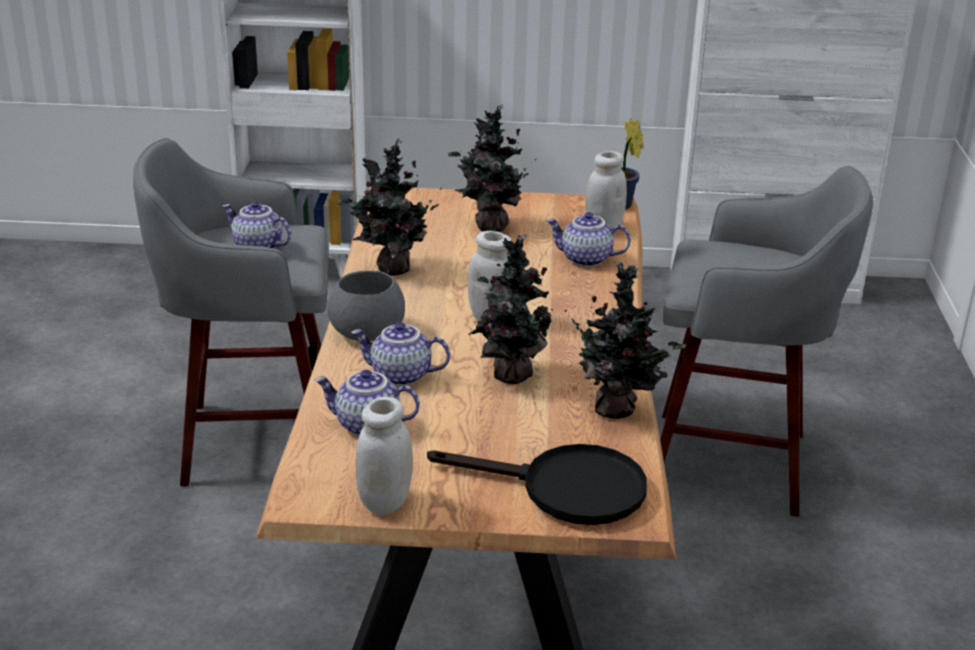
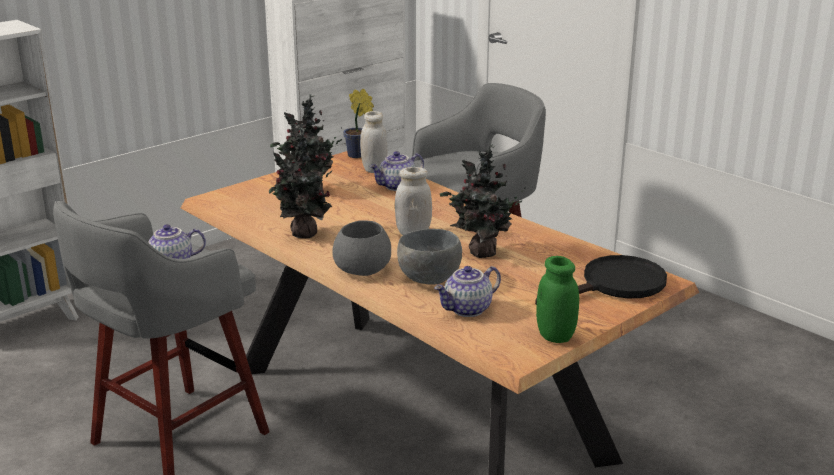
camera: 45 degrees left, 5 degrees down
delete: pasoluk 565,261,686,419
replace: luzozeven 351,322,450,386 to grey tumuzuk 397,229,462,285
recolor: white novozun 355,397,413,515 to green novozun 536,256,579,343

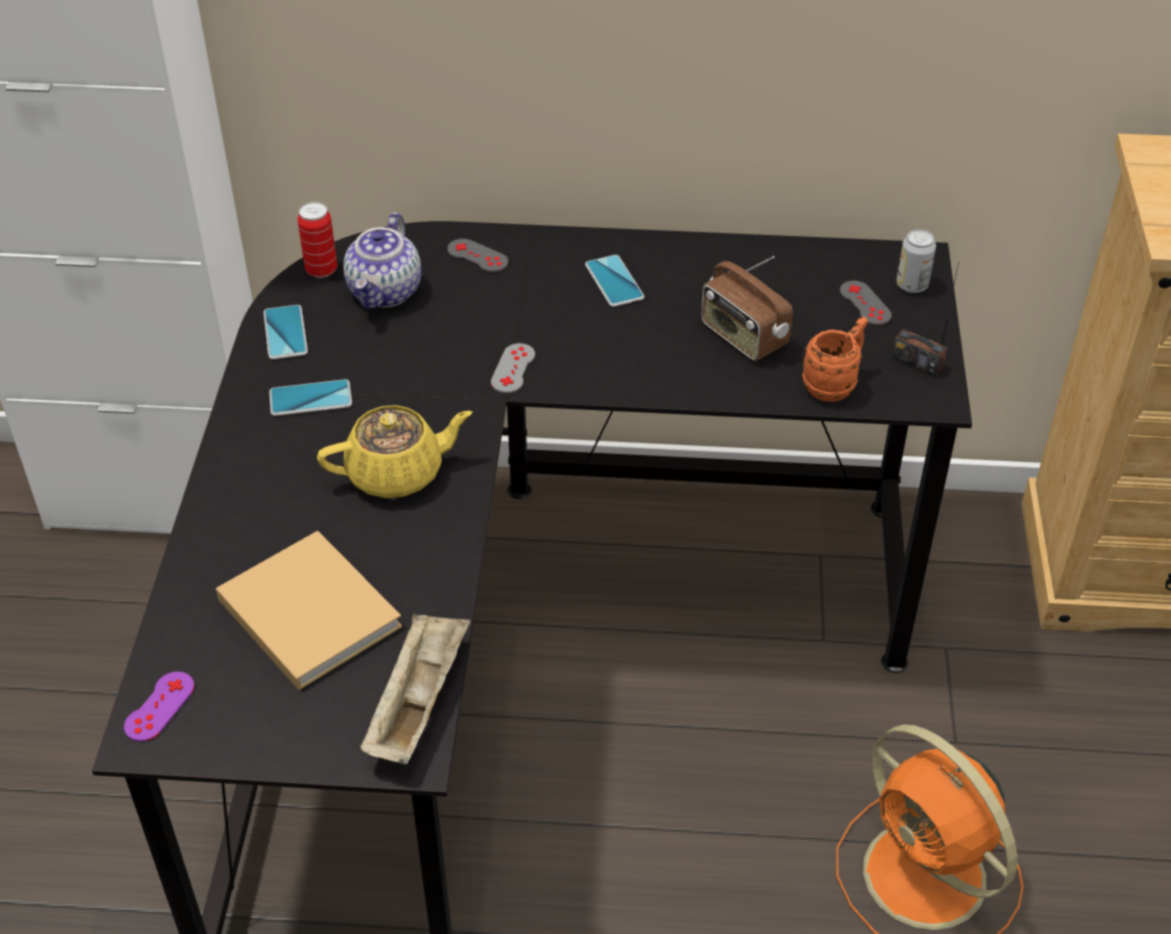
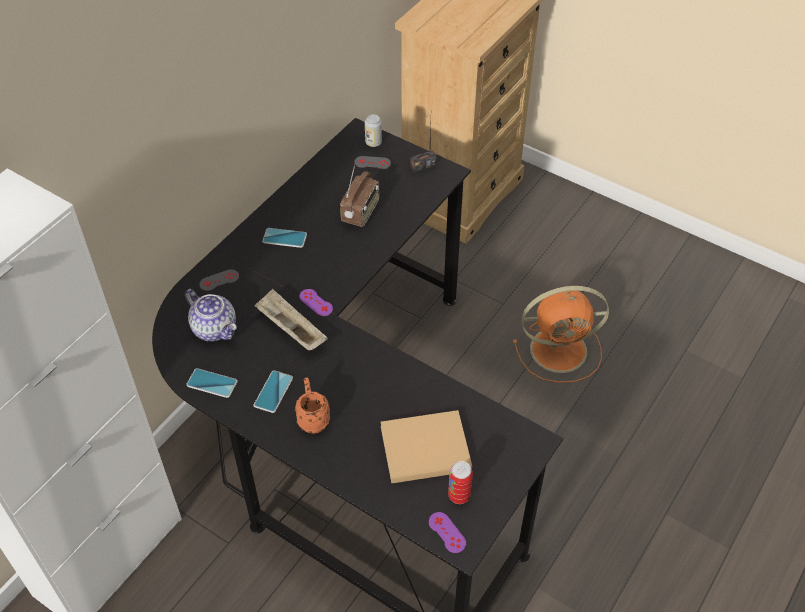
camera: 60 degrees left, 5 degrees up
delete: yellow luzozeven 317,405,472,498
move: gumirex 298,202,337,278 to 448,461,473,504; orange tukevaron 802,317,868,402 to 295,378,330,433; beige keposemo 360,613,470,764 to 255,289,328,350
recolor: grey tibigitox 491,343,535,393 to purple tibigitox 299,289,333,316
rotate: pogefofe 701,256,793,361 = 340,165,379,227 60 degrees counterclockwise

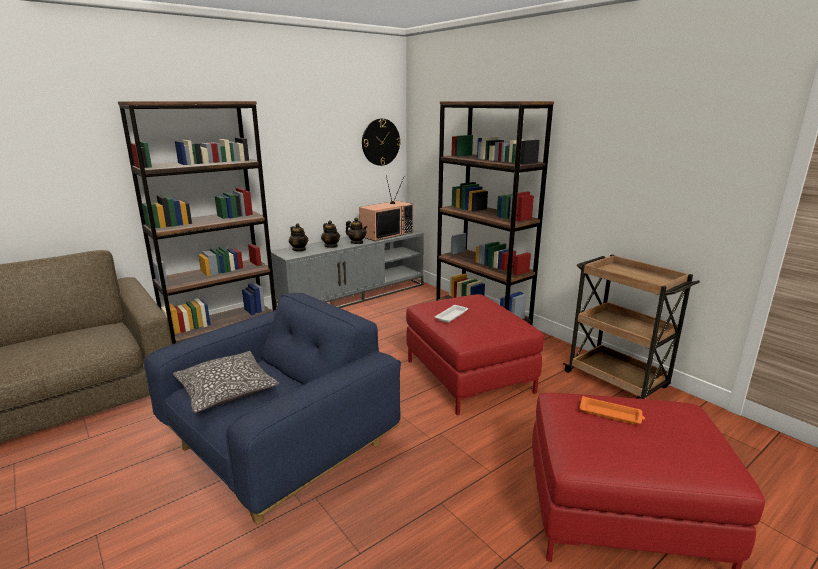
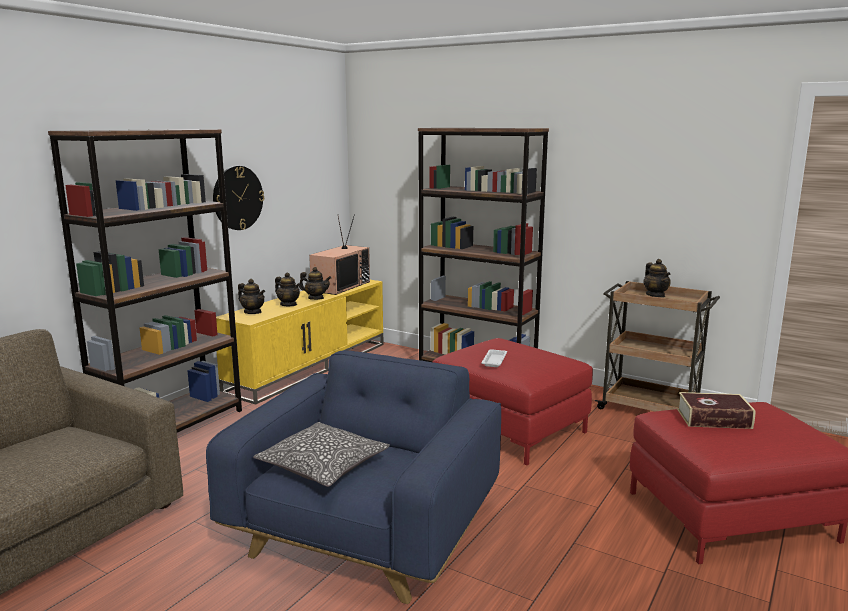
camera: 20 degrees left, 5 degrees down
insert: luzozeven 643,259,671,297
move: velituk 362,119,401,166 to 213,166,264,230
replace: orange keposemo 579,396,645,425 to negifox 677,392,756,429
recolor: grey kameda 271,230,424,308 to yellow kameda 216,280,384,405

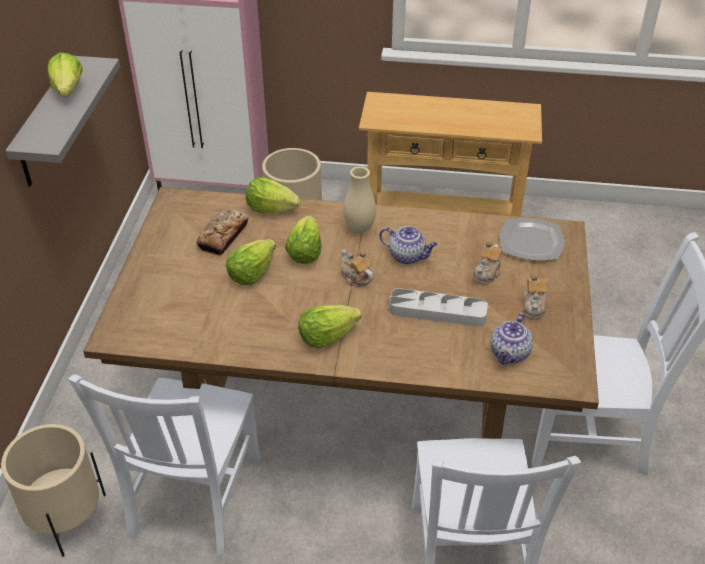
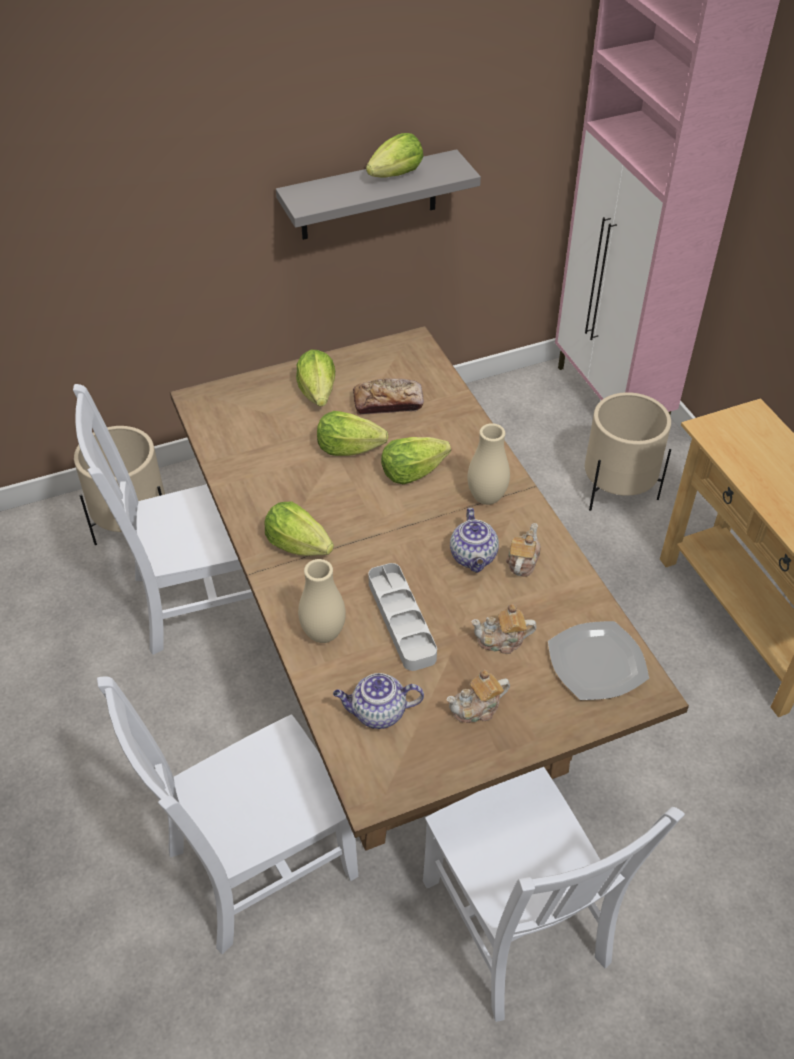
camera: 60 degrees right, 5 degrees up
insert: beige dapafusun 298,559,346,643
move: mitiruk 246,177,301,214 to 296,350,335,406; luzozeven 340,249,374,287 to 506,523,541,577

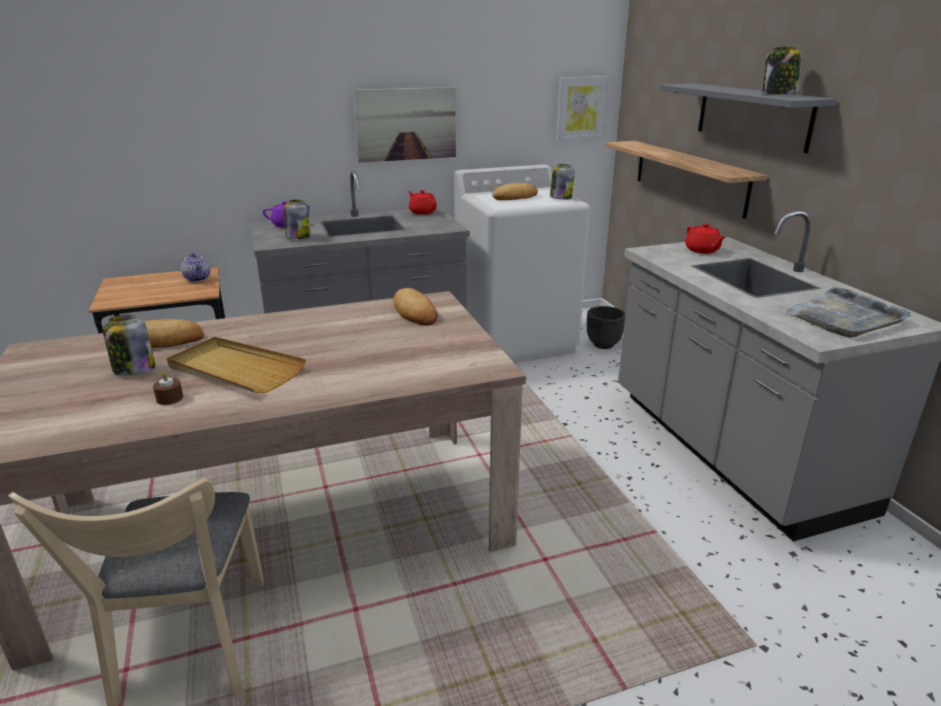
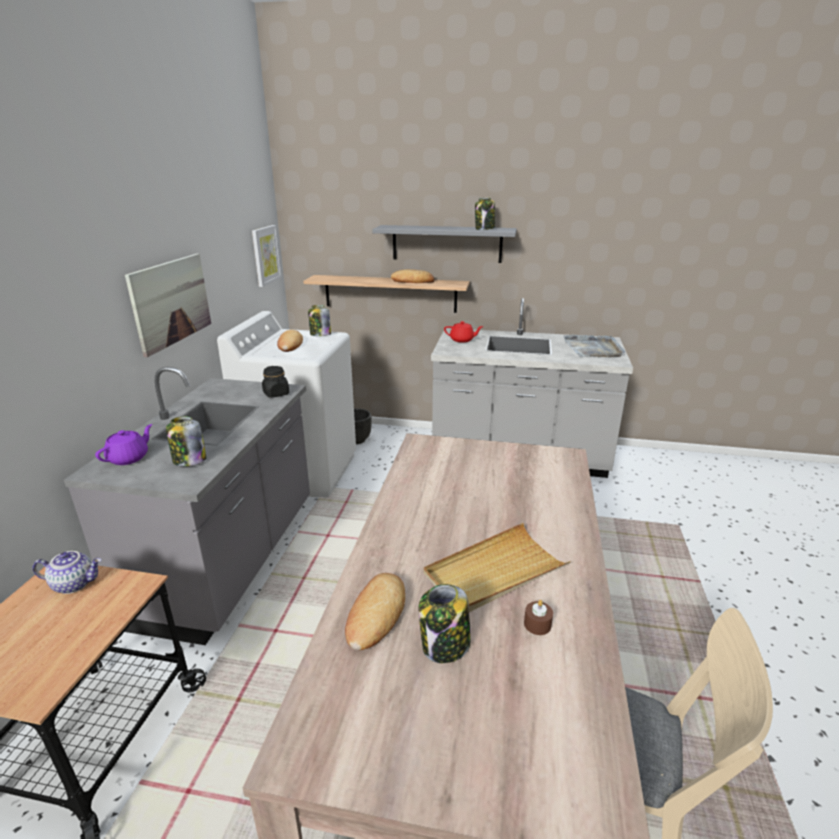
camera: 60 degrees left, 0 degrees up
delete: red luzozeven 408,190,437,214
insert: black novozun 262,366,289,398
move: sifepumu 394,288,438,325 to 391,269,434,283

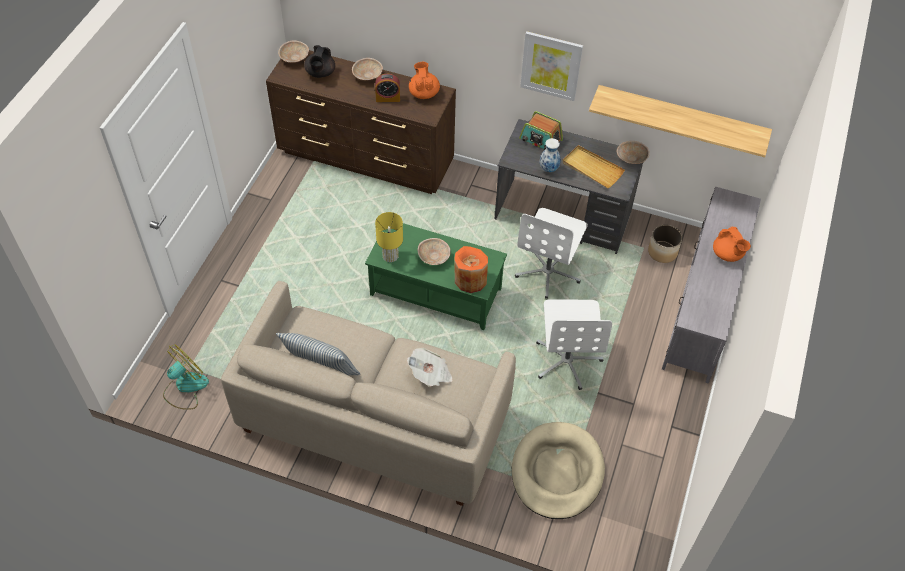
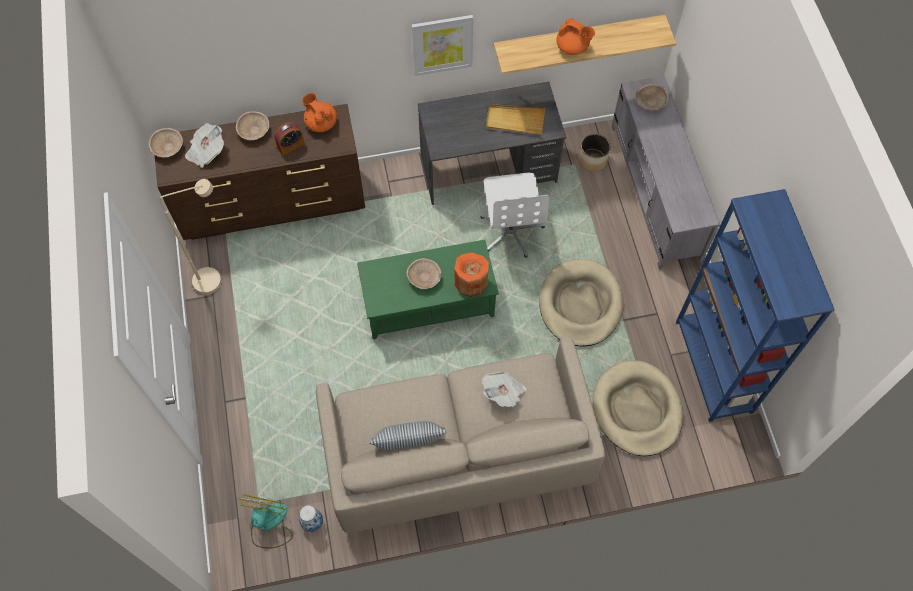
camera: 30 degrees left, 10 degrees up
delete: pogefofe 519,111,563,150; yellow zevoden 375,212,403,262
insert: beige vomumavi 159,179,222,295; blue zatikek 676,189,835,422
move: dapafusun 540,138,561,172 to 299,506,323,532; beige tumuzuk 617,141,650,164 to 636,84,669,111; orange luzozeven 713,227,751,262 to 556,18,595,55
replace: black luzozeven 304,45,335,78 to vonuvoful 185,123,224,168; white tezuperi 536,299,612,390 to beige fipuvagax 539,259,623,347

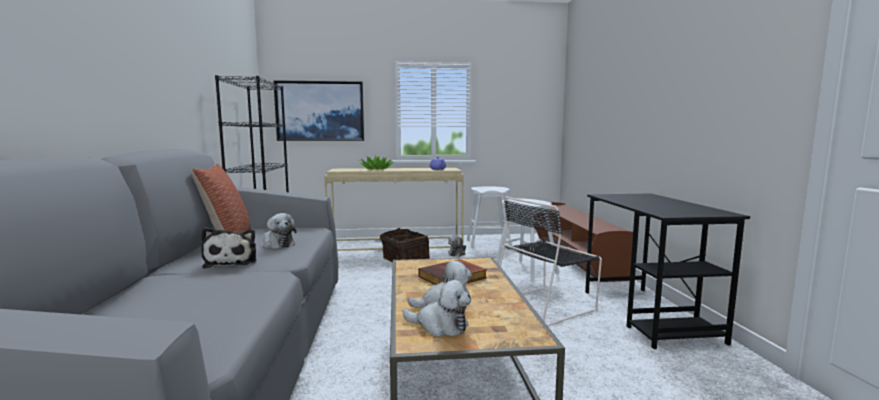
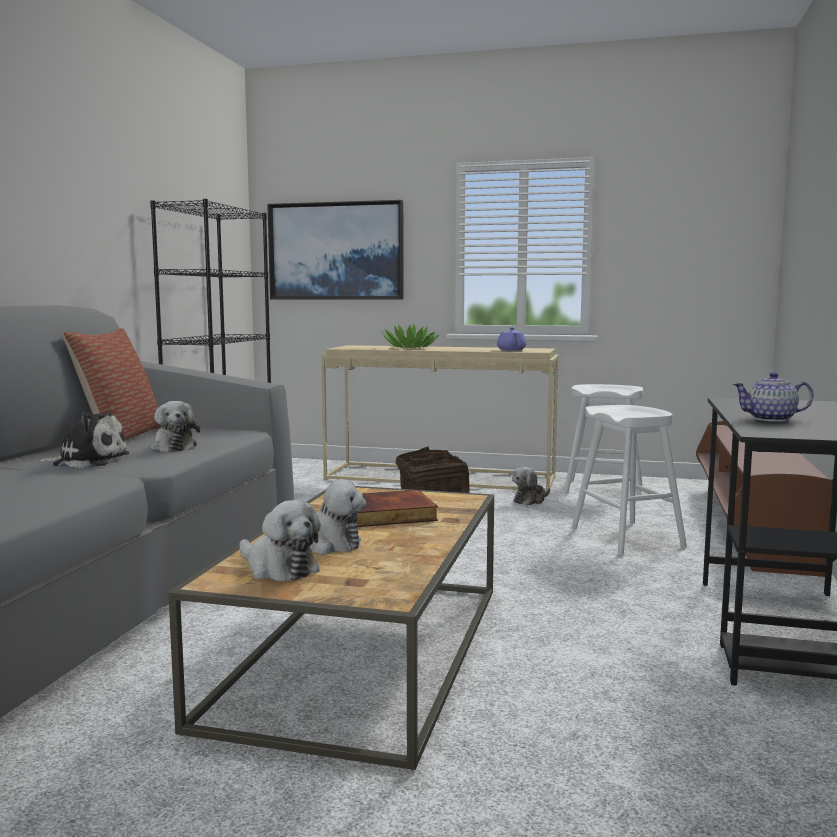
camera: 20 degrees right, 0 degrees up
delete: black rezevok 499,196,602,327
insert: luzozeven 733,372,814,422
rotate: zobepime 201,227,256,269 = 37,411,129,468 90 degrees counterclockwise

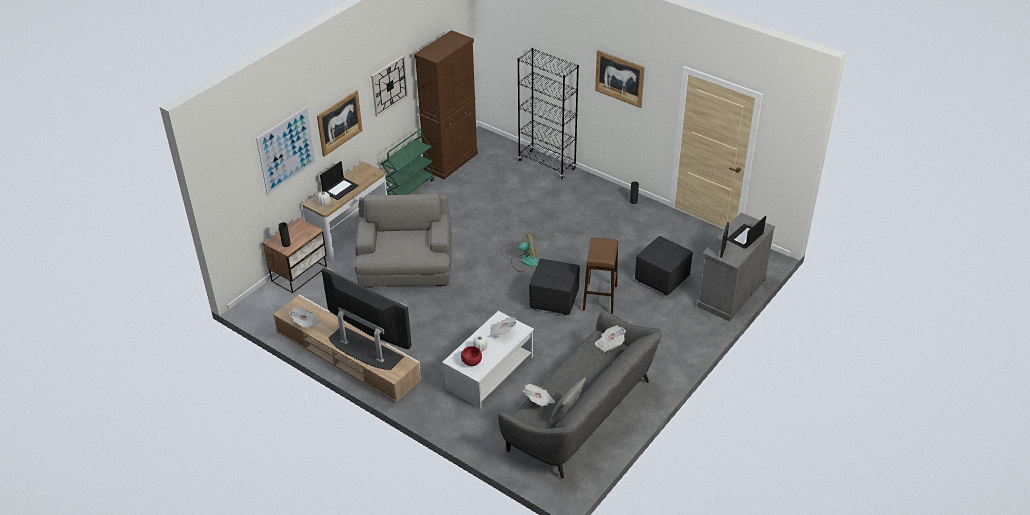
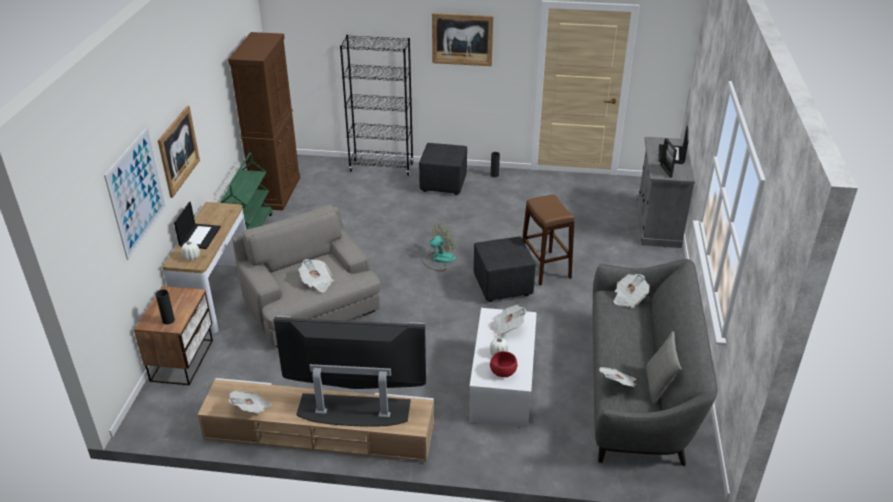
camera: 30 degrees left, 5 degrees down
delete: velituk 371,55,408,117
insert: vonuvoful 299,259,334,292
move: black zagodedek 635,236,693,296 to 419,143,467,195

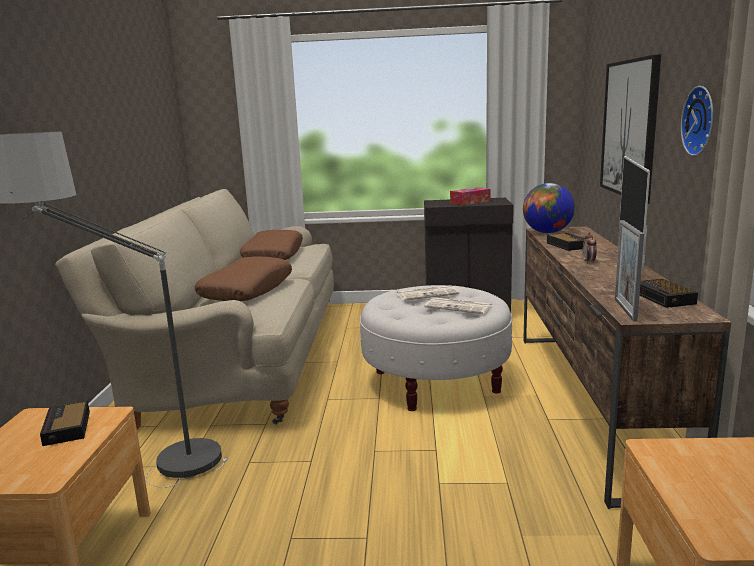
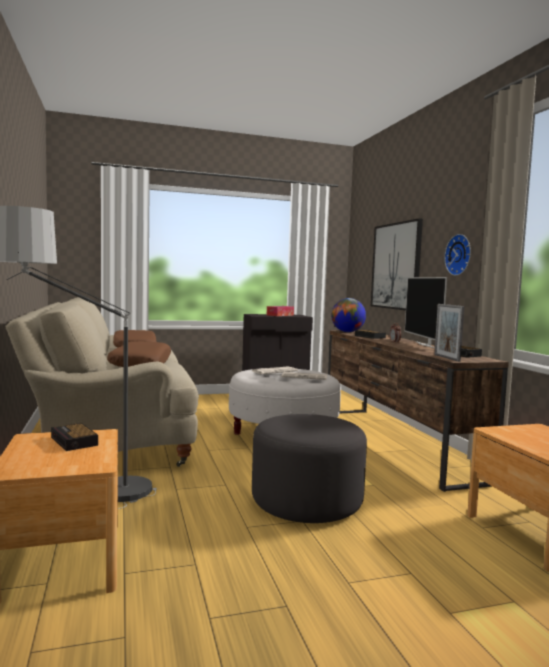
camera: 20 degrees left, 10 degrees down
insert: grey zagodedek 252,414,367,523

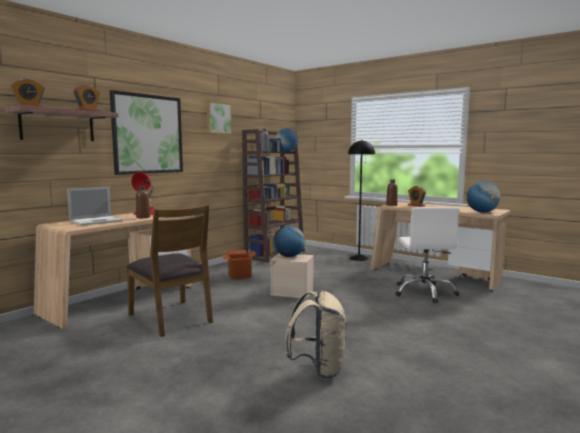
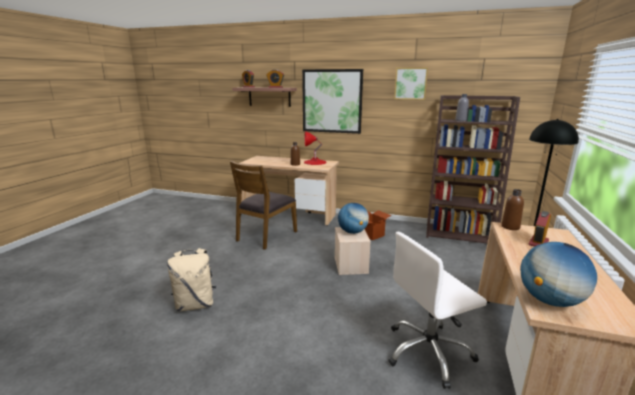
camera: 70 degrees right, 10 degrees up
delete: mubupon 275,128,298,152; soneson 67,187,123,226

